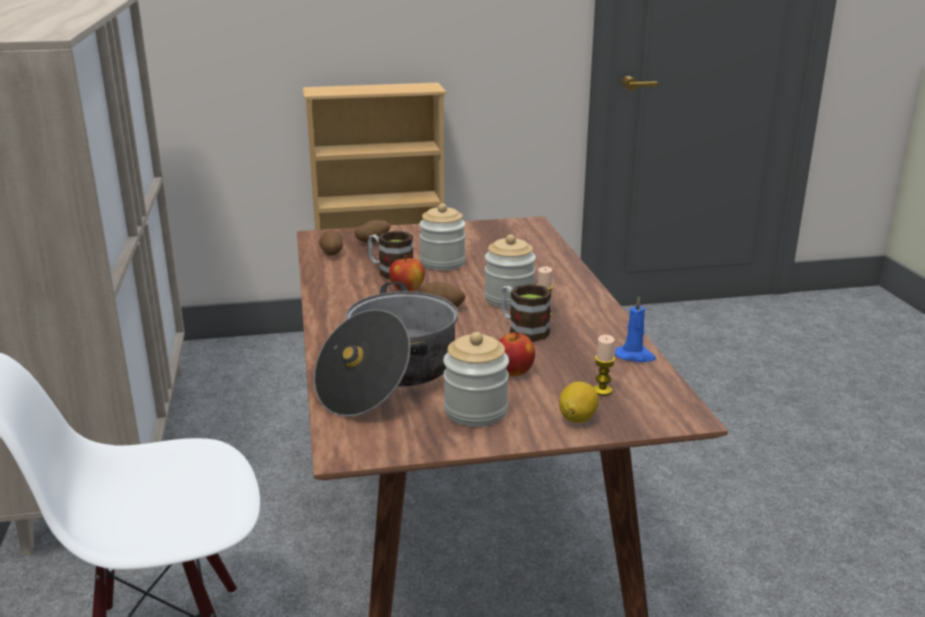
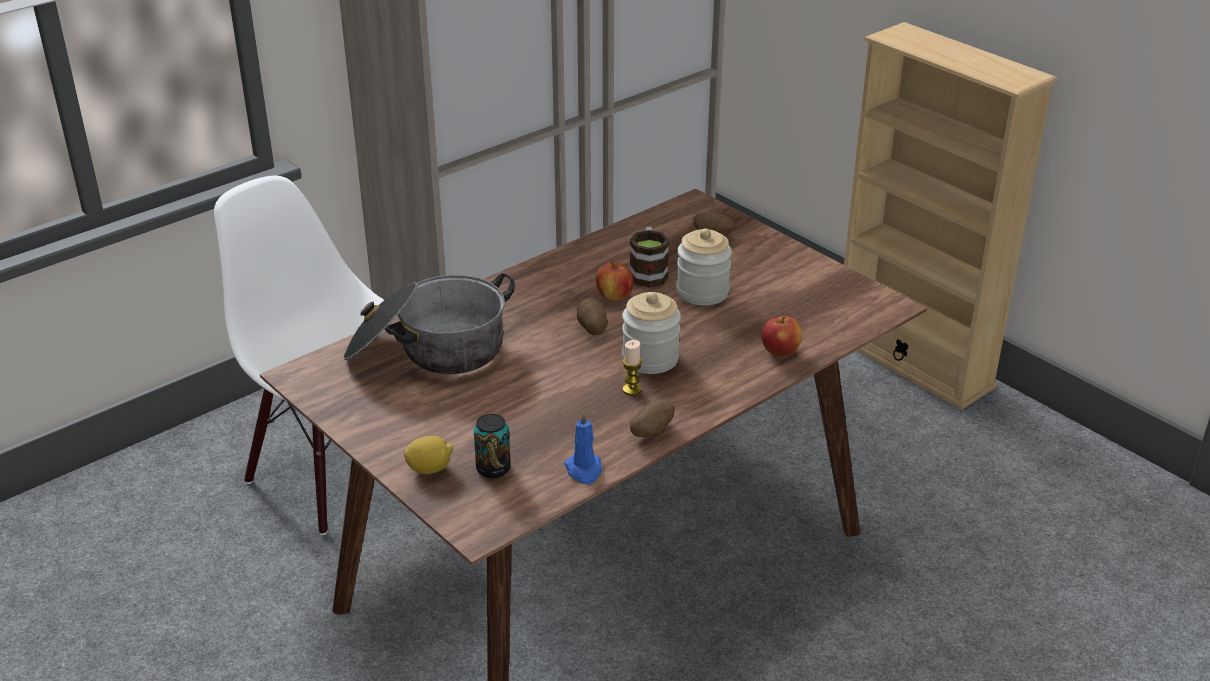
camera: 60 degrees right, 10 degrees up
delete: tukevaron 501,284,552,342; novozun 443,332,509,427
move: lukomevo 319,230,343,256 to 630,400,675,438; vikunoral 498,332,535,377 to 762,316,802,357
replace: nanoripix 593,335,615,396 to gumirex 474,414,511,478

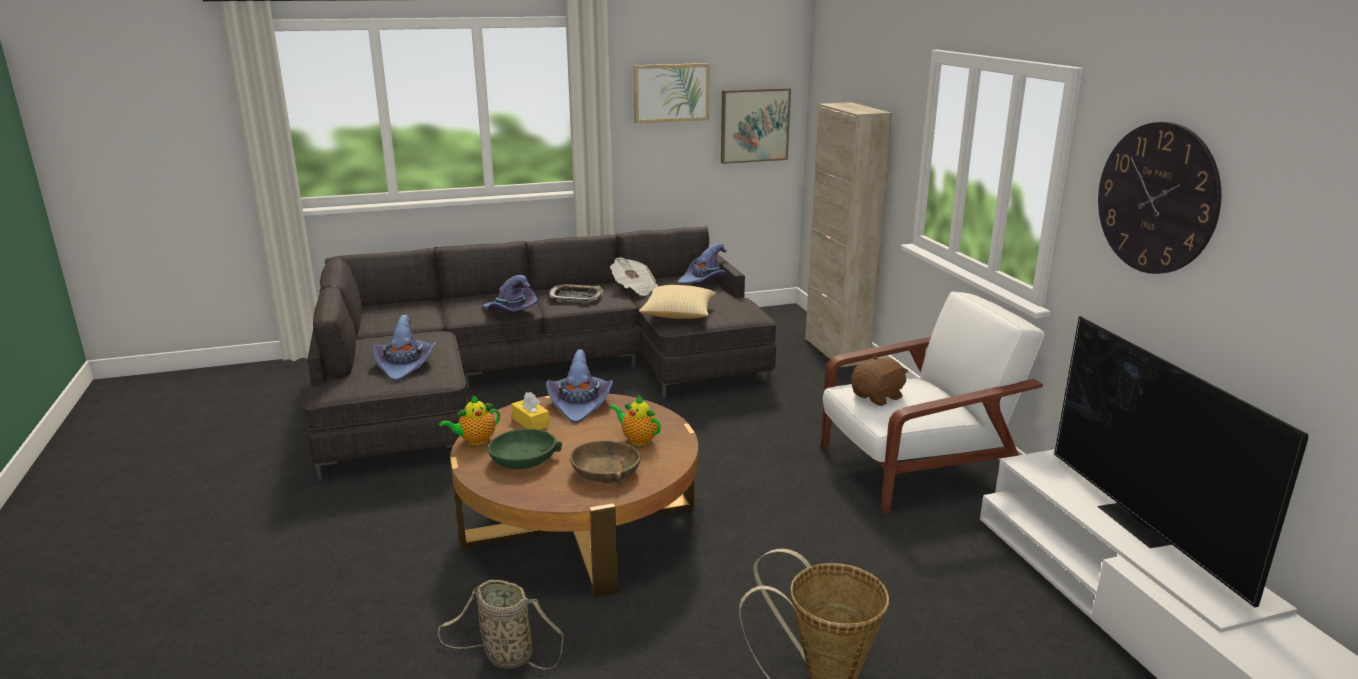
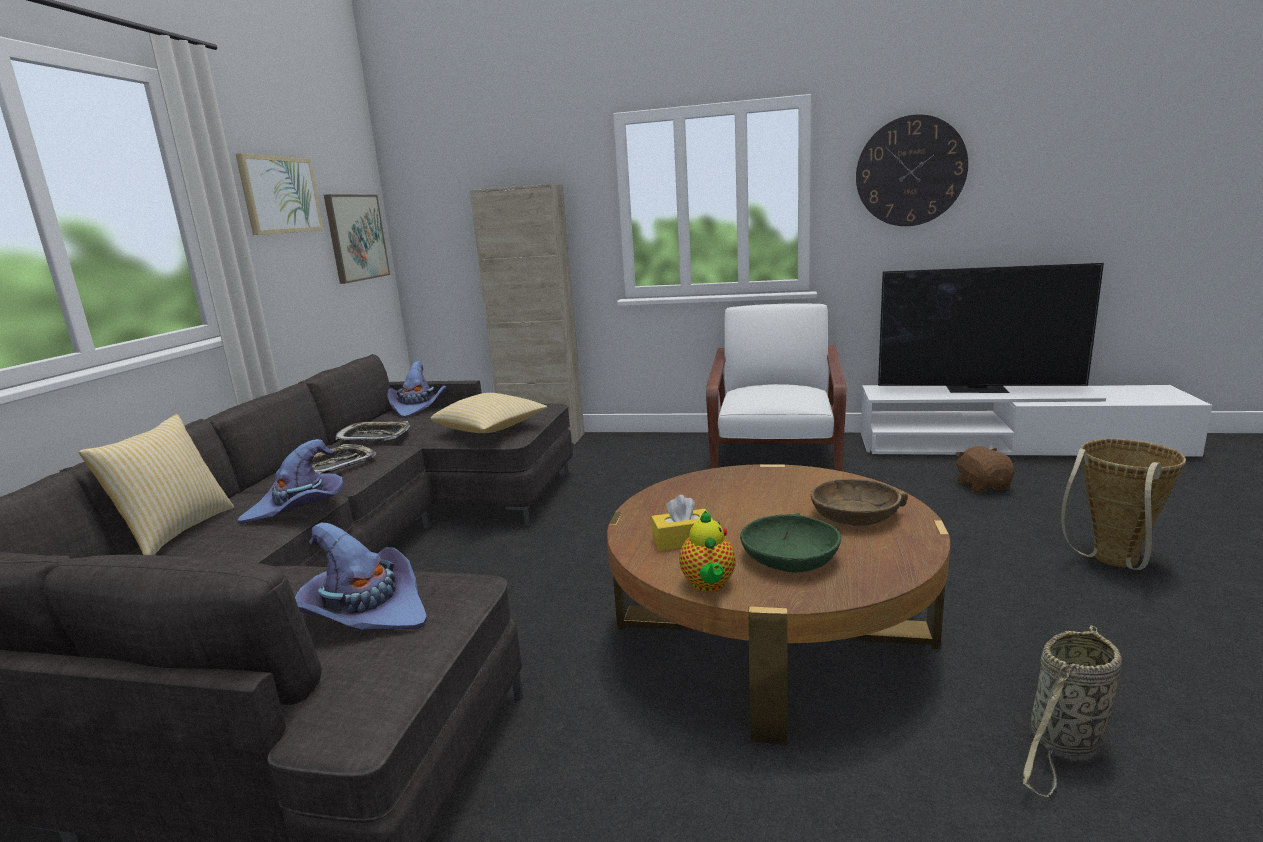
camera: 60 degrees left, 5 degrees down
delete: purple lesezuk 546,349,613,423; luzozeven 609,395,661,446
insert: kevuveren 79,414,234,555
move: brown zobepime 851,356,909,406 to 956,446,1014,493
replace: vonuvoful 610,257,658,296 to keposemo 336,421,410,441

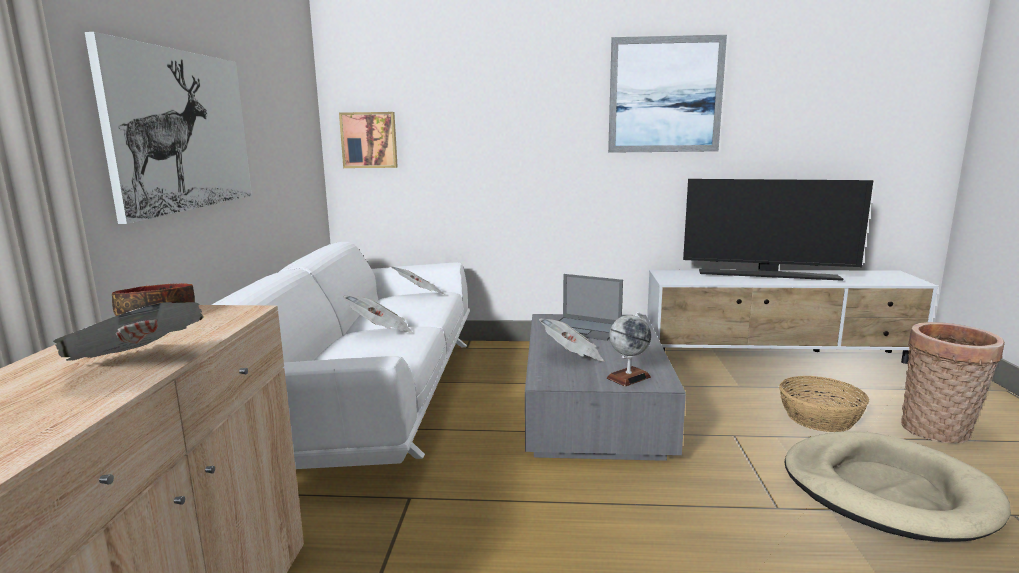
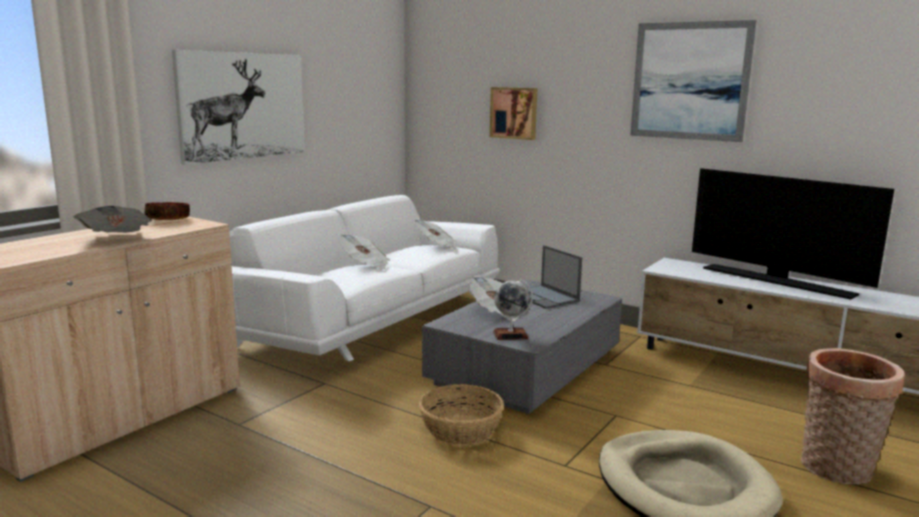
camera: 30 degrees right, 0 degrees up
move: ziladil 339,112,398,168 to 490,87,537,140; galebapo 779,376,869,432 to 419,384,504,446

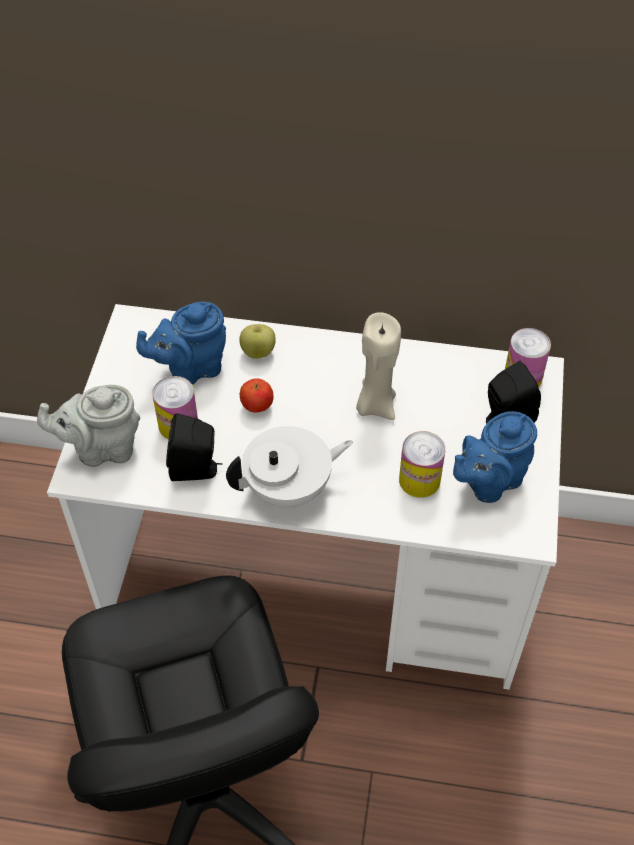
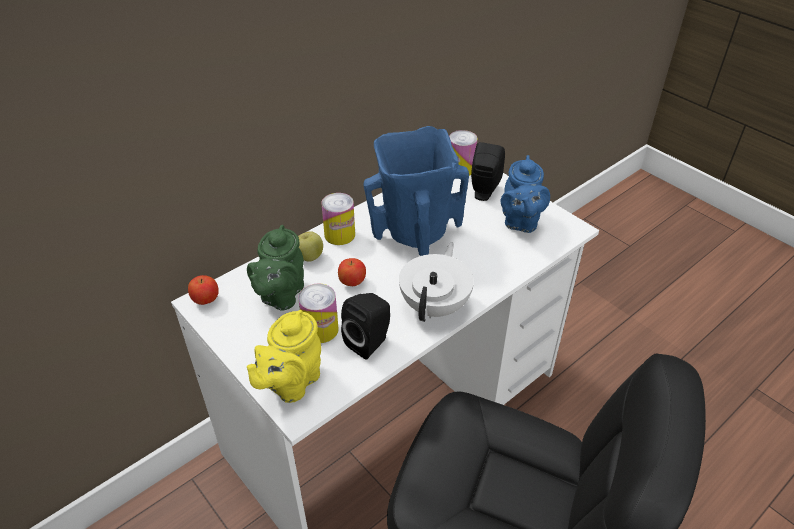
camera: 50 degrees left, 10 degrees down
insert: vikunoral 188,275,219,305
move: gumirex 399,431,445,498 to 322,193,355,245
replace: beige nanoripix 356,312,401,420 to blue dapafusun 363,126,469,256
recolor: blue luzozeven 136,302,226,385 to green luzozeven 247,225,304,311; grey luzozeven 37,385,140,467 to yellow luzozeven 247,310,321,403

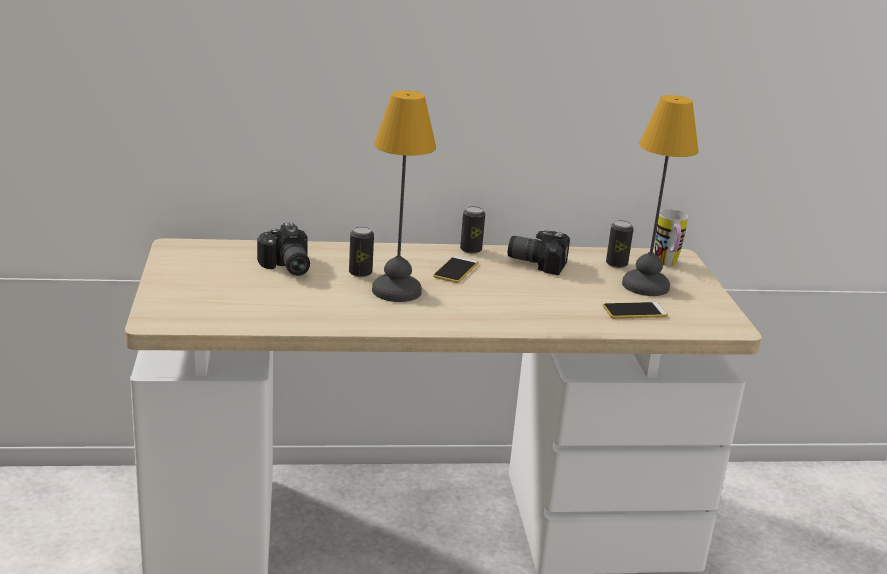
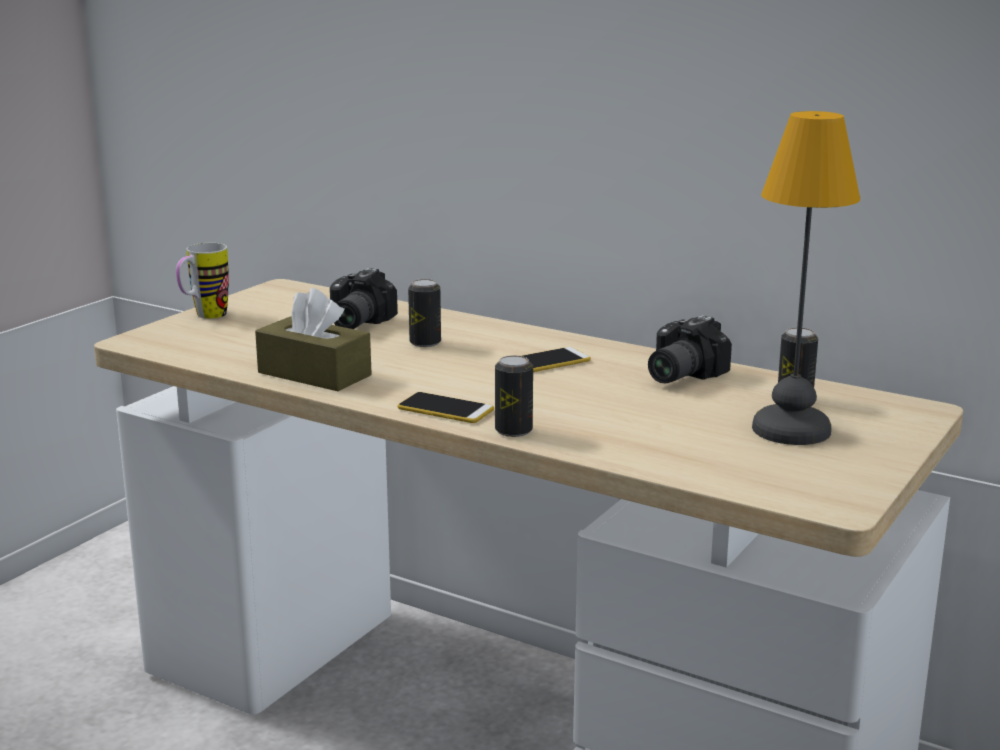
camera: 40 degrees right, 5 degrees down
delete: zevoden 372,90,436,302
insert: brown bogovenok 255,288,372,391
move: gumirex 460,206,485,254 to 495,355,533,437; tukevaron 655,209,688,266 to 176,243,229,319; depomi 603,302,668,319 to 397,392,494,423
rotate: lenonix 508,231,570,275 = 648,315,732,383 105 degrees counterclockwise

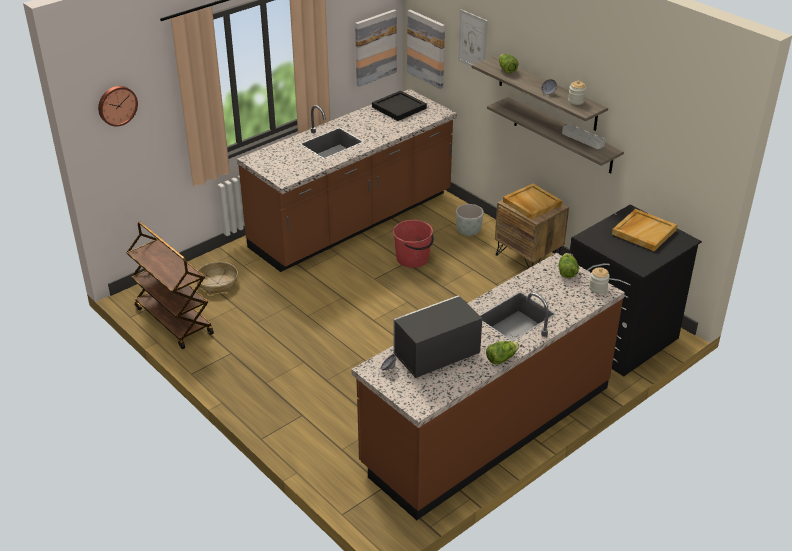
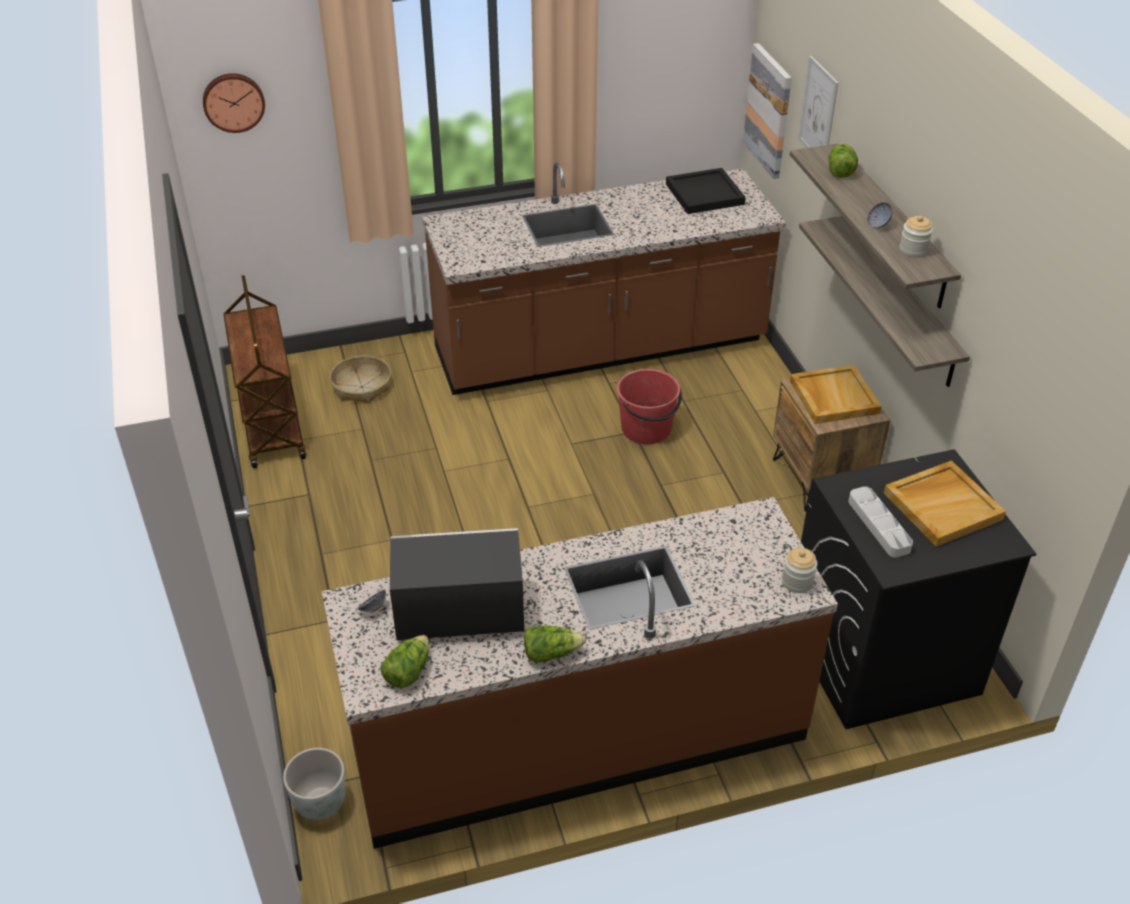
camera: 25 degrees right, 5 degrees up
delete: ziladil 355,10,397,87
move: grey keposemo 562,124,605,149 to 848,487,913,557; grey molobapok 456,204,484,236 to 283,748,346,820; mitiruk 558,253,579,278 to 381,635,429,688

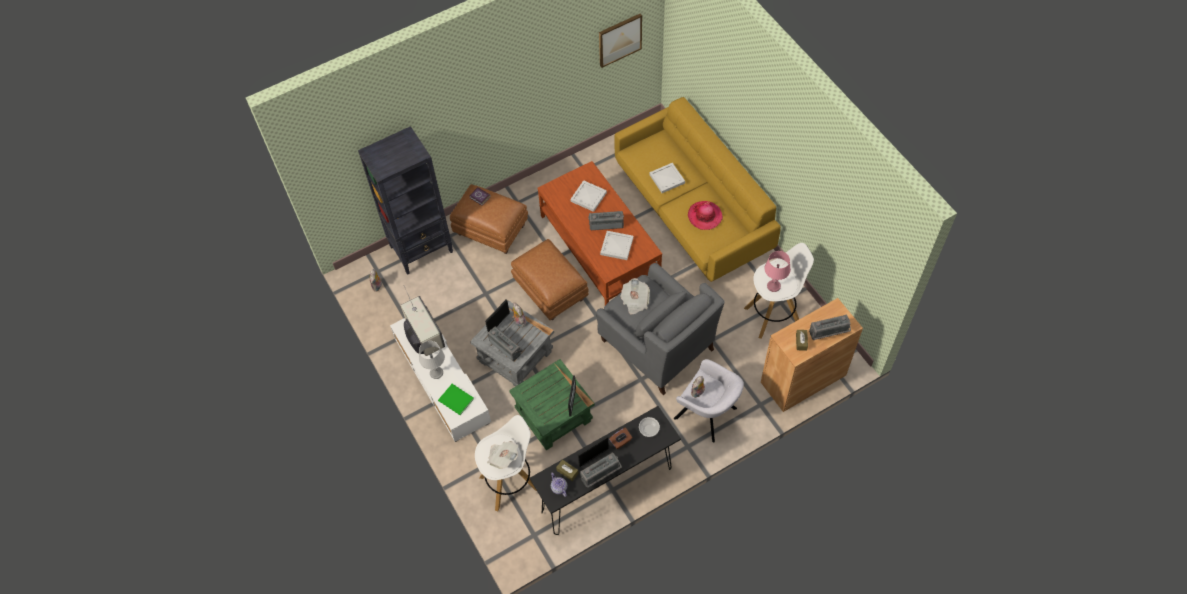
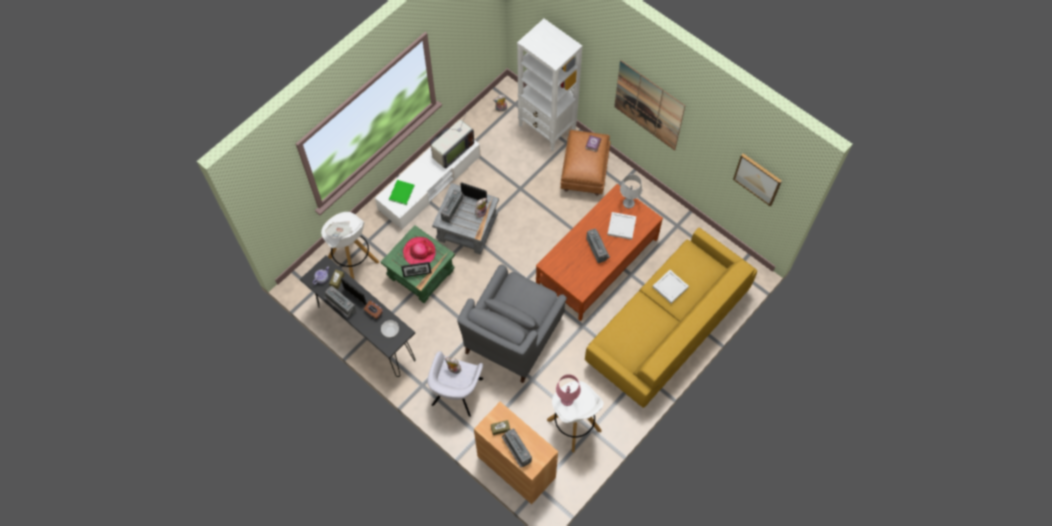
camera: 70 degrees right, 5 degrees up
delete: white keposemo 600,231,634,260; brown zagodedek 511,239,589,320; vonuvoful 620,278,650,315
insert: ziladil 614,60,685,151
move: lesezuk 688,201,723,230 to 403,237,436,264; grey zevoden 419,341,445,379 to 620,174,642,209
recolor: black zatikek 358,126,453,275 to white zatikek 517,19,583,151

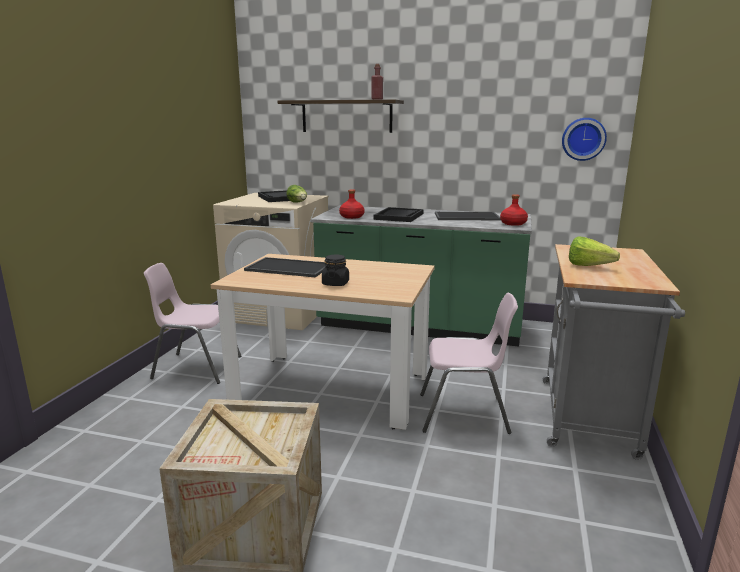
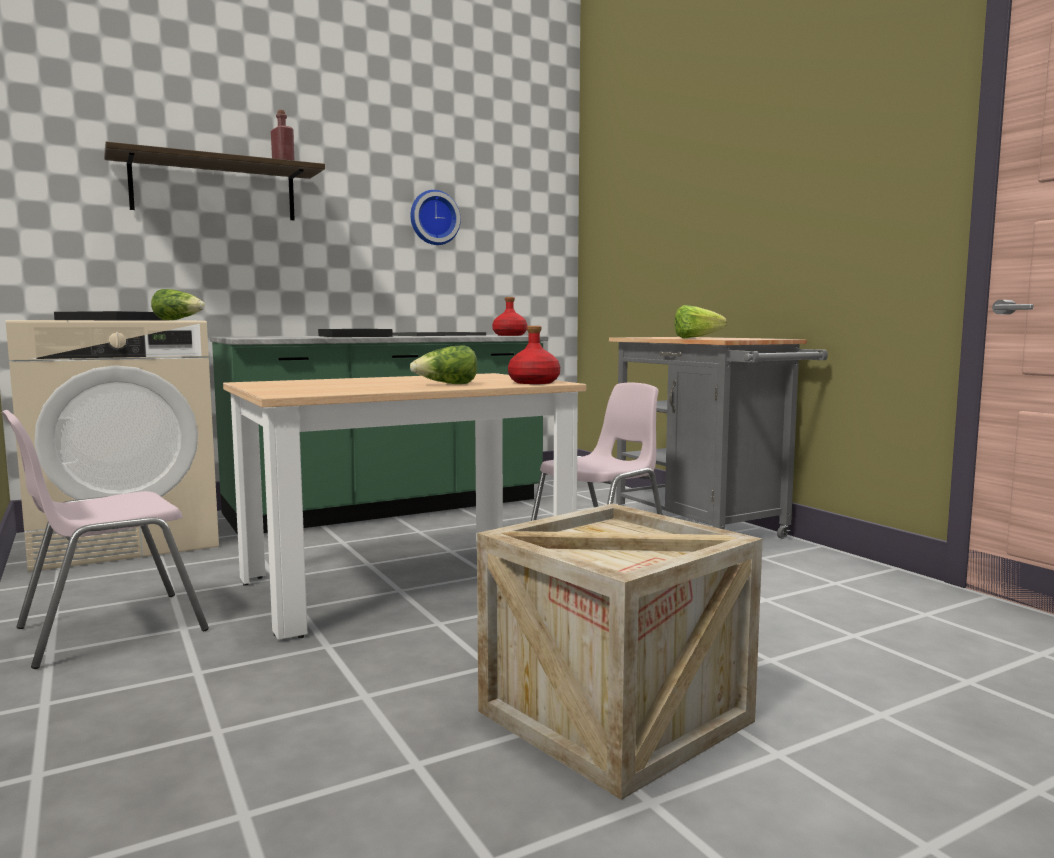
camera: 45 degrees left, 10 degrees down
delete: keposemo 244,257,326,277
move: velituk 562,118,607,161 to 410,190,461,245; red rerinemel 339,189,364,219 to 508,326,560,384
replace: black novozun 322,255,349,286 to mitiruk 410,346,477,384

